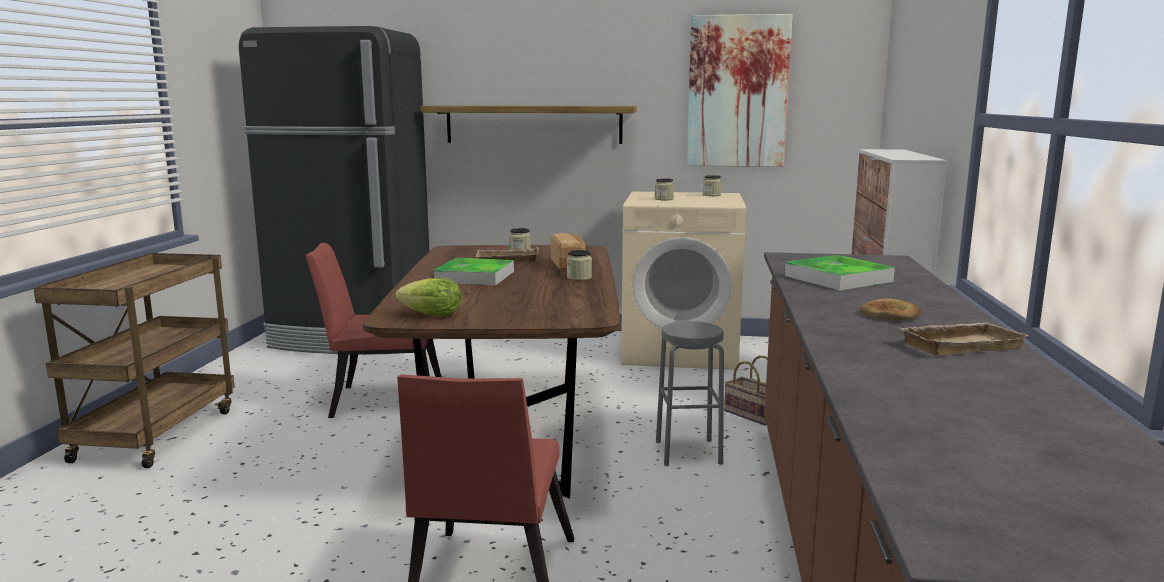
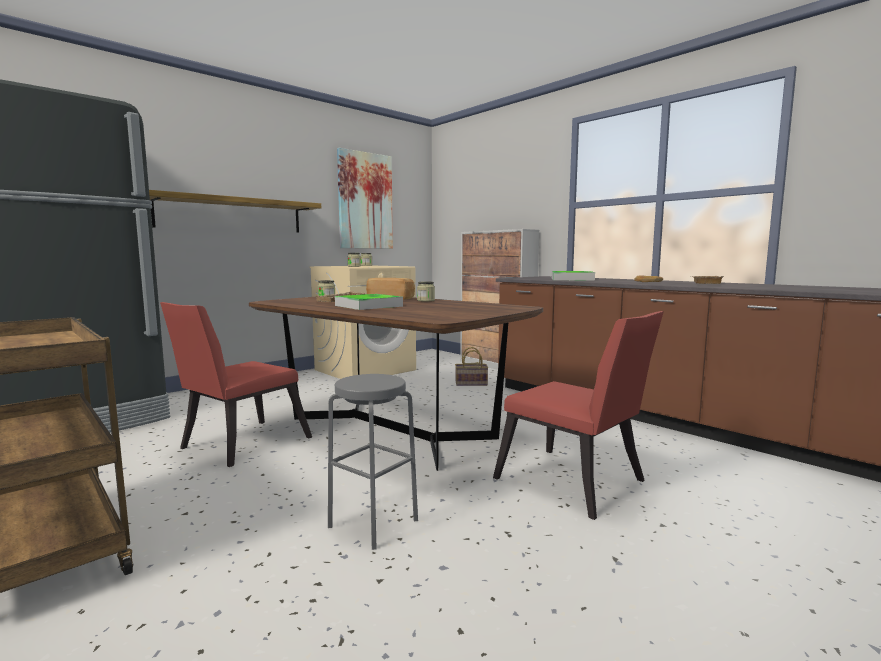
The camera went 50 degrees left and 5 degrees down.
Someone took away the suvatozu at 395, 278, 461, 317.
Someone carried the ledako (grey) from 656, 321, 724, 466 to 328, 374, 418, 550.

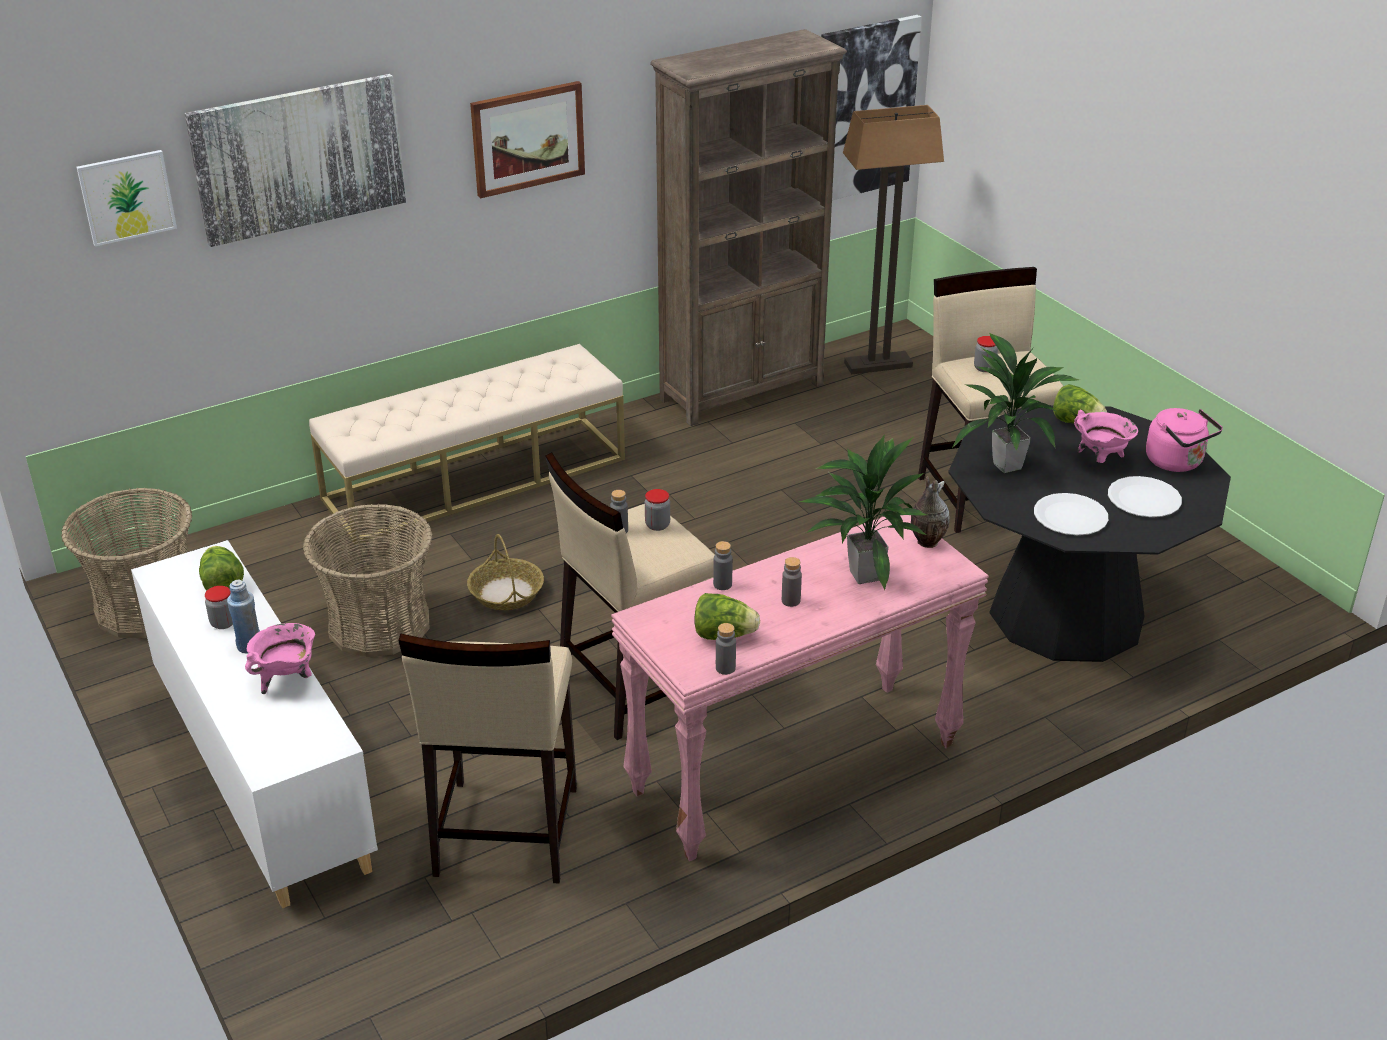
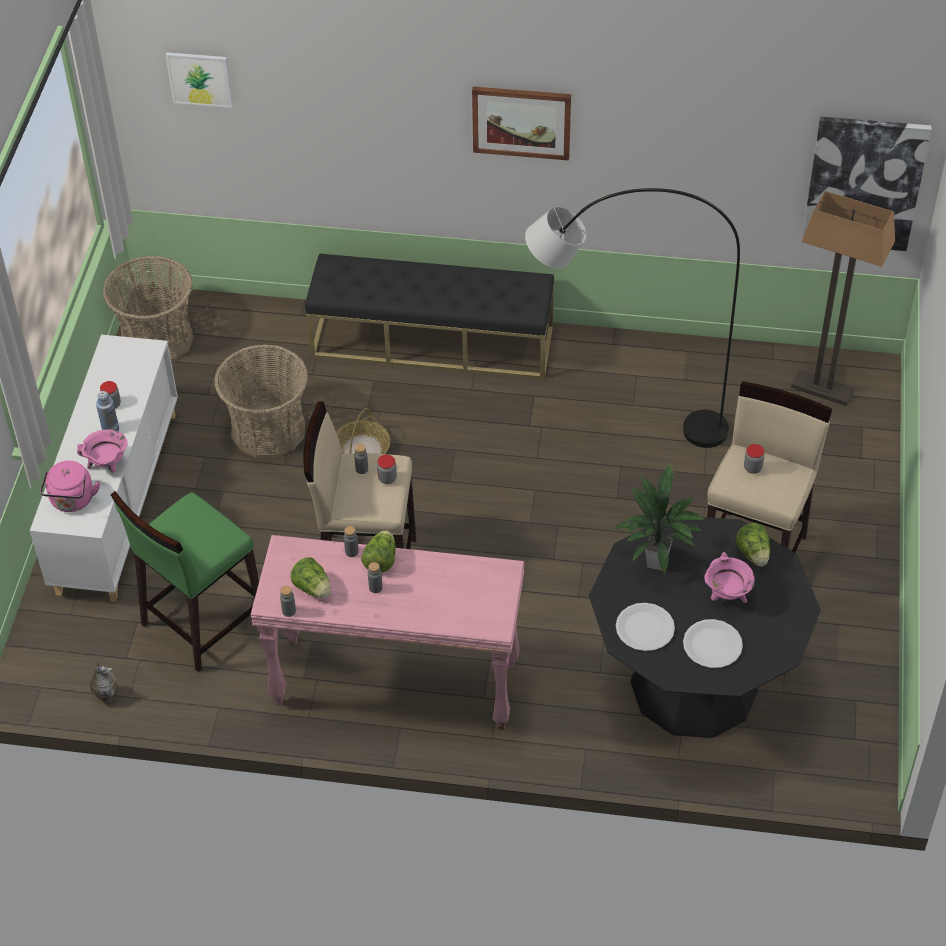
The camera went 40 degrees right and 15 degrees up.
Someone took away the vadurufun at 184, 74, 406, 247.
Someone carried the suvatozu from 199, 546, 244, 591 to 361, 530, 396, 573.
Someone repainted the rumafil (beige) at 309, 344, 625, 545, which became the rumafil (black) at 305, 253, 554, 379.
Someone repainted the ledako (beige) at 398, 633, 577, 884, which became the ledako (green) at 111, 491, 259, 672.
Someone took away the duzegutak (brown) at 650, 29, 847, 426.
Someone took away the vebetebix at 798, 435, 927, 591.
Someone carried the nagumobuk from 911, 476, 950, 548 to 90, 661, 118, 702.
Someone carried the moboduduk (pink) from 1146, 408, 1223, 472 to 40, 461, 100, 512.
Someone put down the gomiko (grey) at 525, 188, 740, 448.

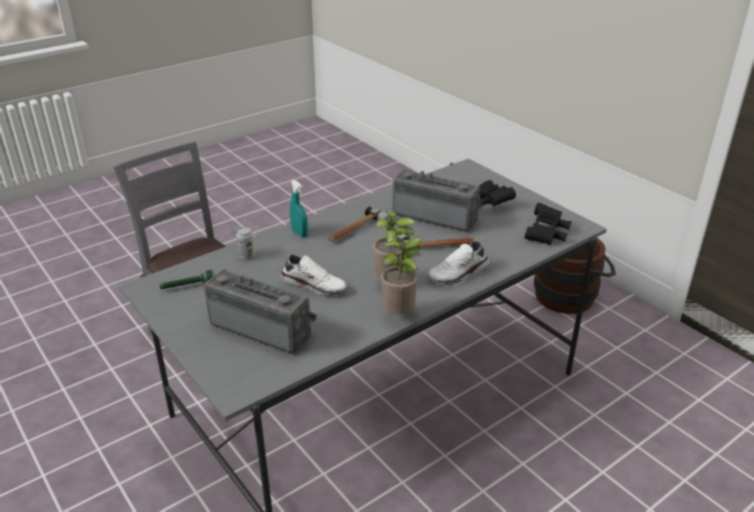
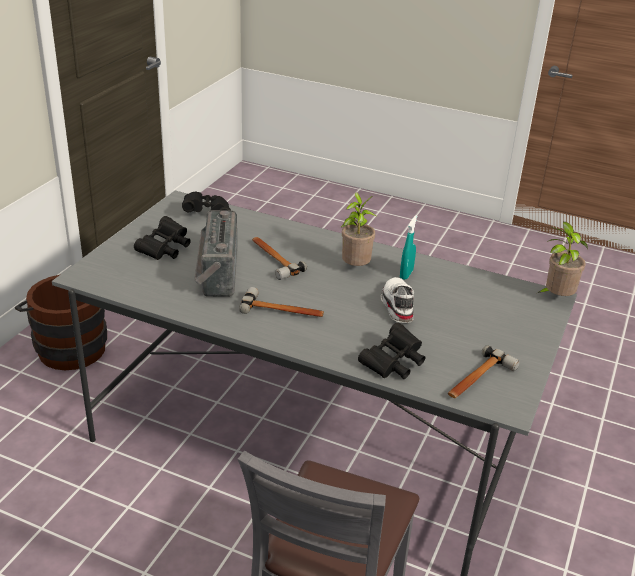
The camera went 120 degrees left and 0 degrees up.
Someone swapped the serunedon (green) at 160, 270, 214, 289 for the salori at 448, 345, 520, 398.
Someone took away the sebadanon at 204, 269, 317, 354.
Someone swapped the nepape at 236, 227, 255, 260 for the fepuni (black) at 358, 322, 425, 379.
Someone carried the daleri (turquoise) from 290, 180, 308, 238 to 400, 215, 417, 280.
Someone carried the vebetebix from 381, 237, 423, 314 to 537, 222, 588, 296.
Someone took away the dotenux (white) at 428, 241, 489, 286.

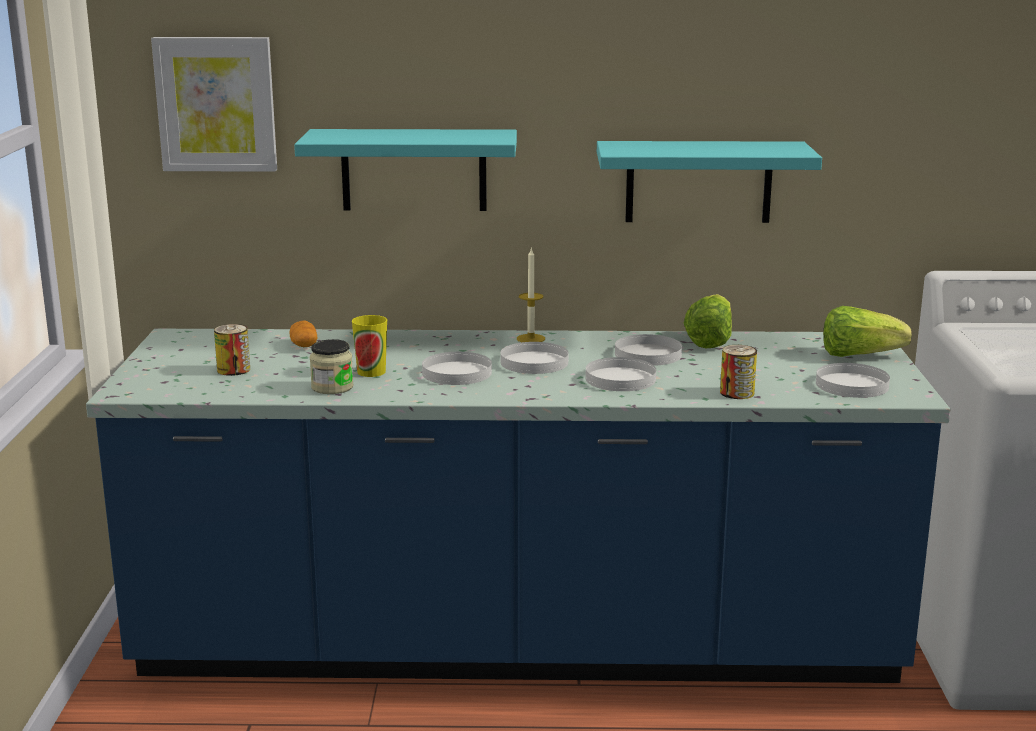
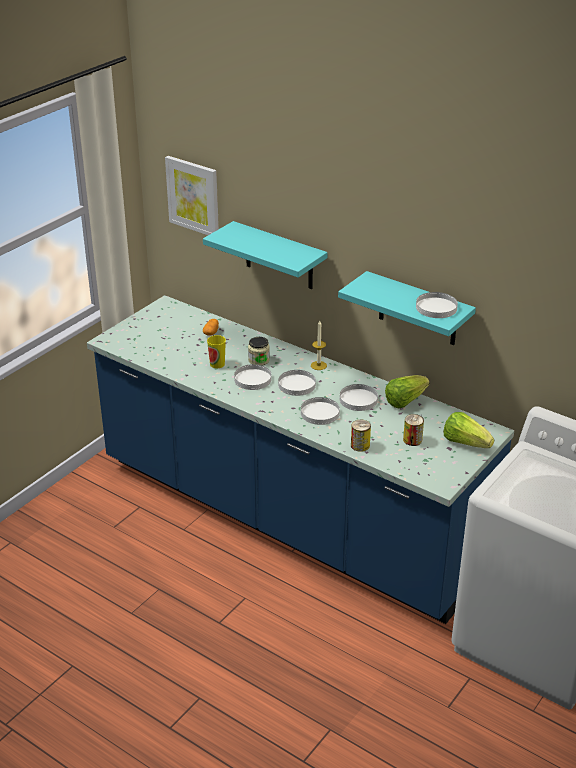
The camera went 35 degrees right and 15 degrees up.
Someone carried the nepape from 214, 324, 250, 376 to 403, 414, 424, 446.
Someone carried the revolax from 310, 339, 353, 394 to 248, 337, 270, 366.
Someone carried the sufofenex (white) from 816, 363, 890, 398 to 416, 292, 458, 318.

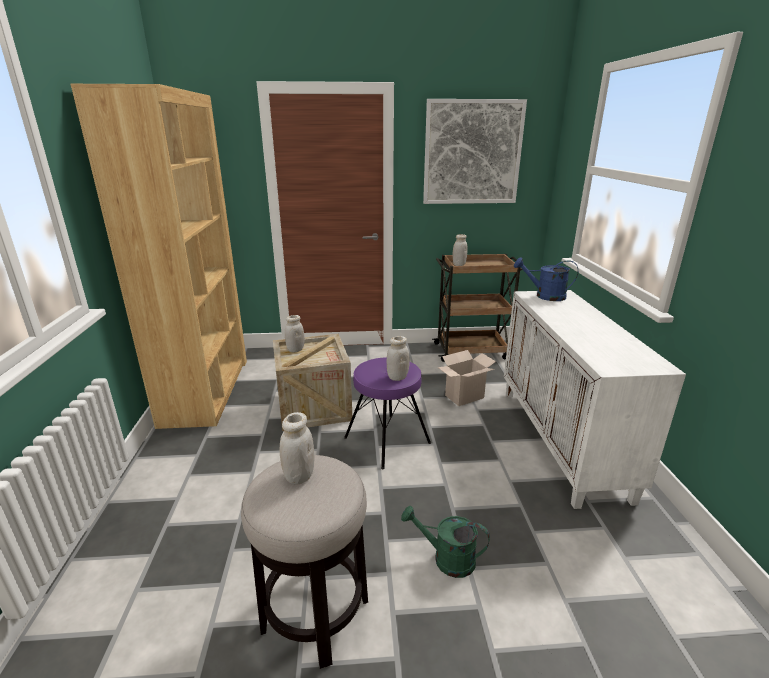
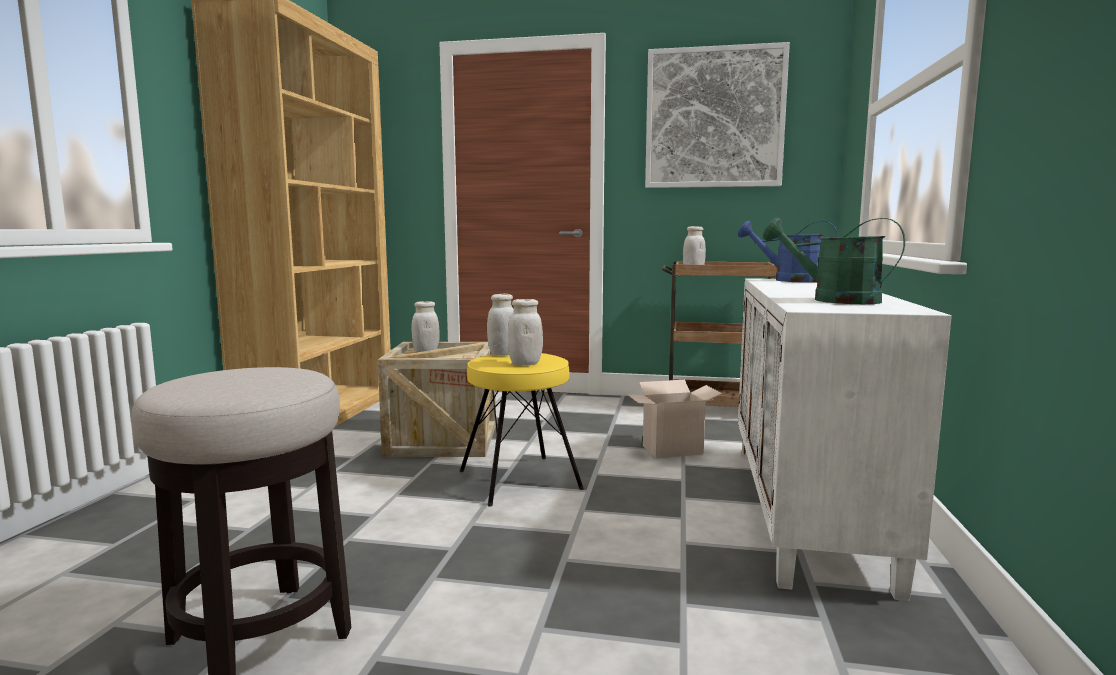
The camera went 15 degrees right and 15 degrees down.
Someone carried the revolax (white) from 280, 412, 315, 485 to 487, 294, 514, 356.
Someone repainted the ledako (purple) at 344, 357, 431, 470, which became the ledako (yellow) at 460, 353, 584, 507.
Someone carried the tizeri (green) from 401, 506, 490, 578 to 763, 217, 905, 304.

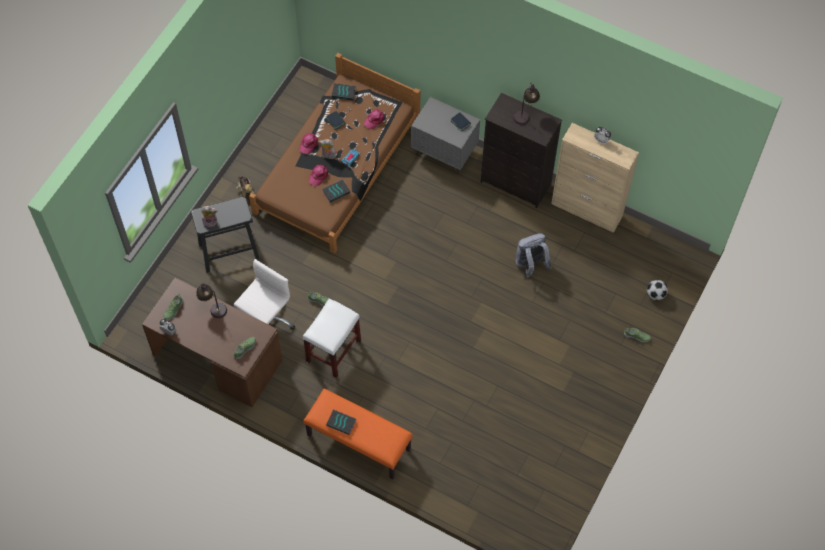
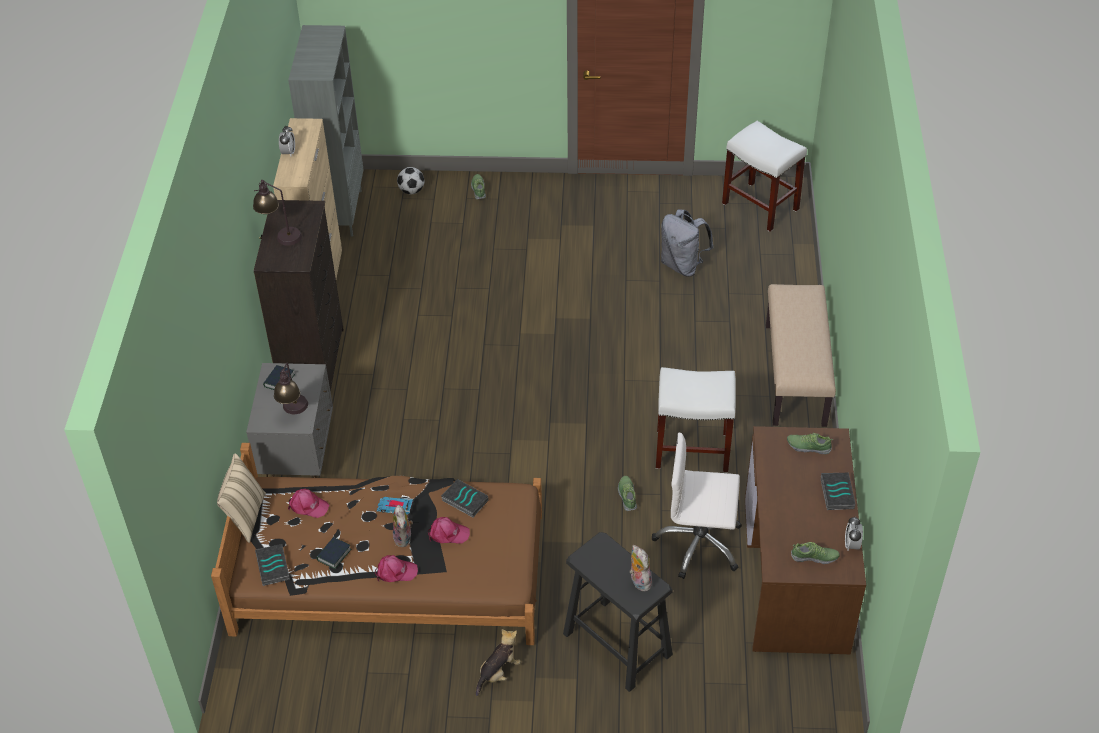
The camera went 115 degrees left and 15 degrees down.
Someone carried the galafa from 196, 283, 227, 318 to 274, 363, 308, 414.
Someone repainted the rumafil (orange) at 303, 388, 413, 480, which became the rumafil (beige) at 766, 284, 836, 427.
Someone carried the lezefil from 326, 409, 357, 435 to 820, 473, 856, 510.
Someone carried the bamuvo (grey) from 516, 233, 552, 278 to 661, 209, 714, 277.
Someone put down the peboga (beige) at 217, 453, 266, 543.
Someone put down the duzegutak (grey) at 288, 25, 364, 237.
Someone put down the ledako (white) at 722, 121, 807, 232.

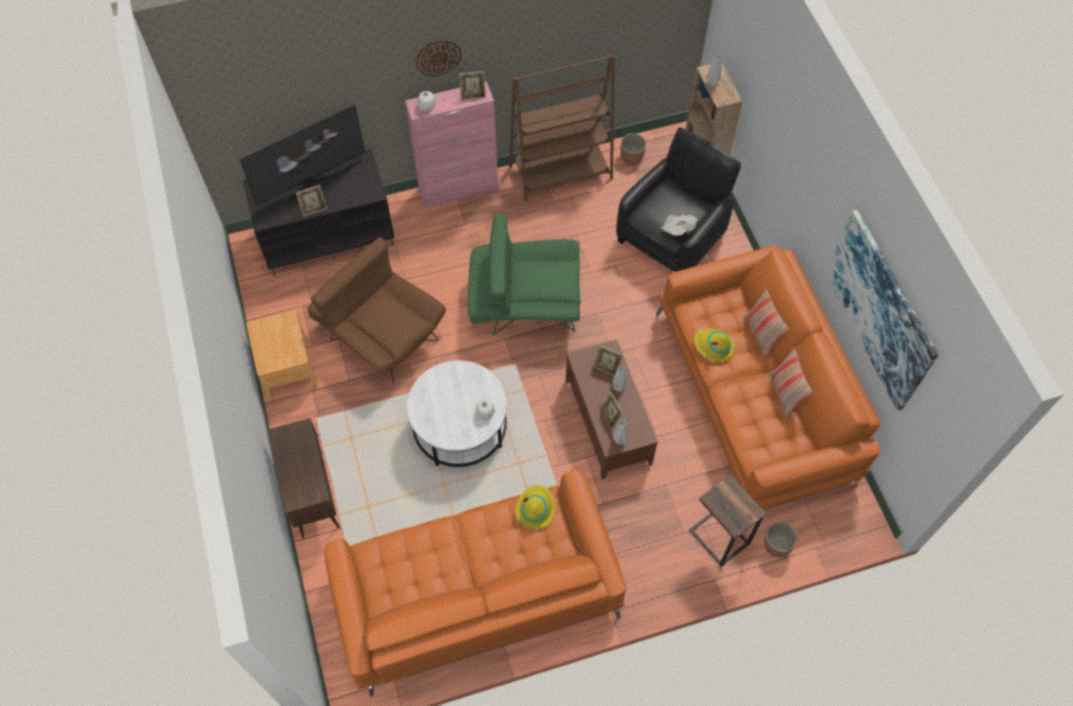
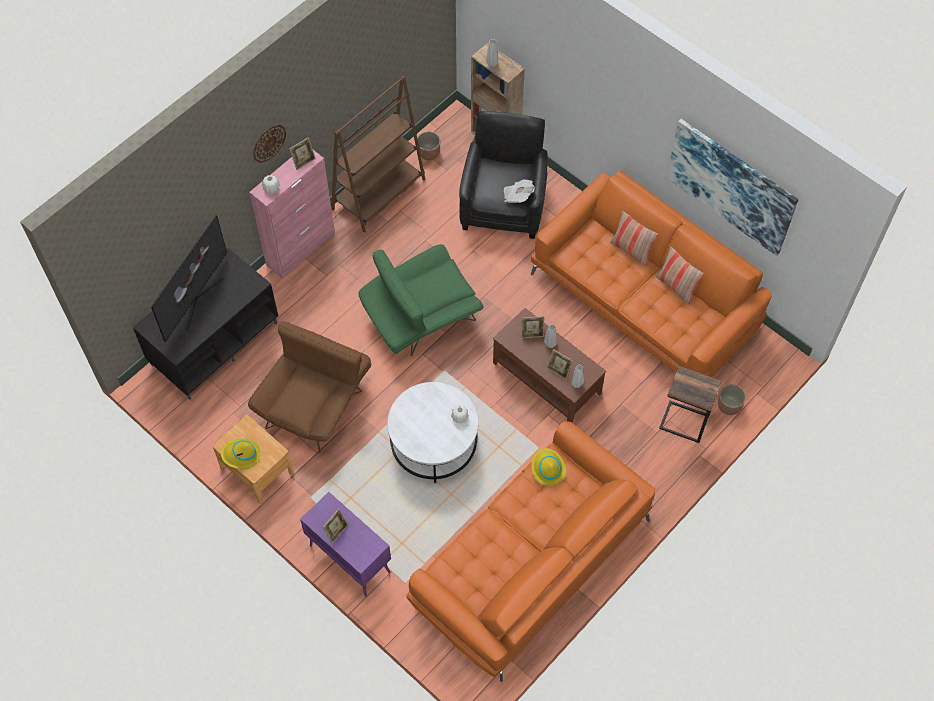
The camera went 30 degrees left and 0 degrees up.
Someone repainted the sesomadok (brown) at 267, 418, 340, 539, which became the sesomadok (purple) at 300, 492, 391, 597.
Someone carried the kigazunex from 296, 185, 327, 216 to 323, 509, 348, 544.
Someone rotated the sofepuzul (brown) at 307, 237, 446, 384 by 105 degrees clockwise.
Someone carried the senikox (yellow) from 694, 328, 735, 363 to 221, 438, 261, 470.

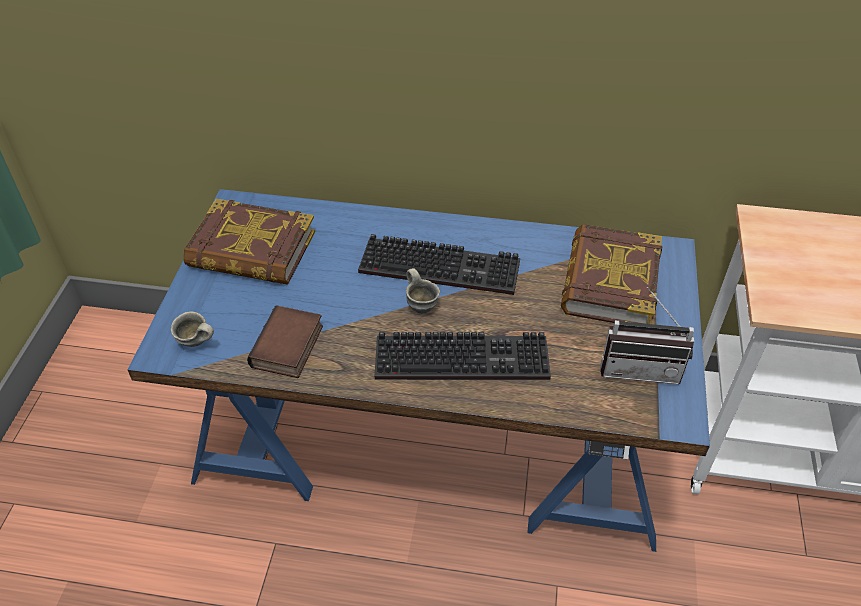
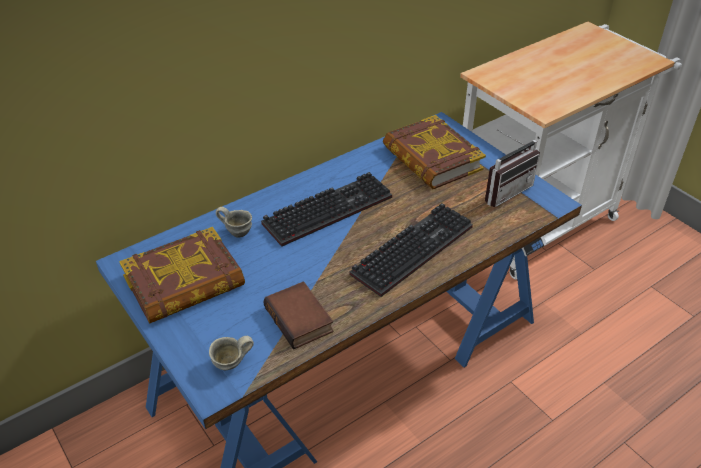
The camera went 45 degrees left and 5 degrees down.
Someone carried the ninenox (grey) from 406, 268, 440, 314 to 216, 207, 252, 238.

